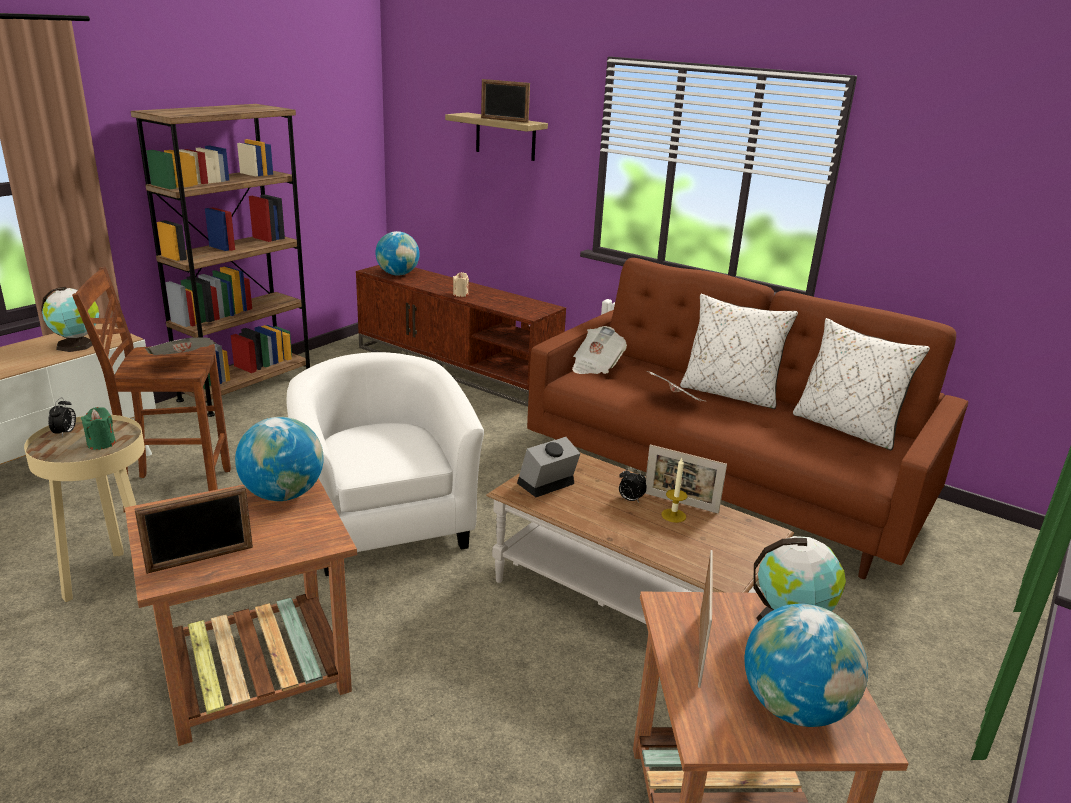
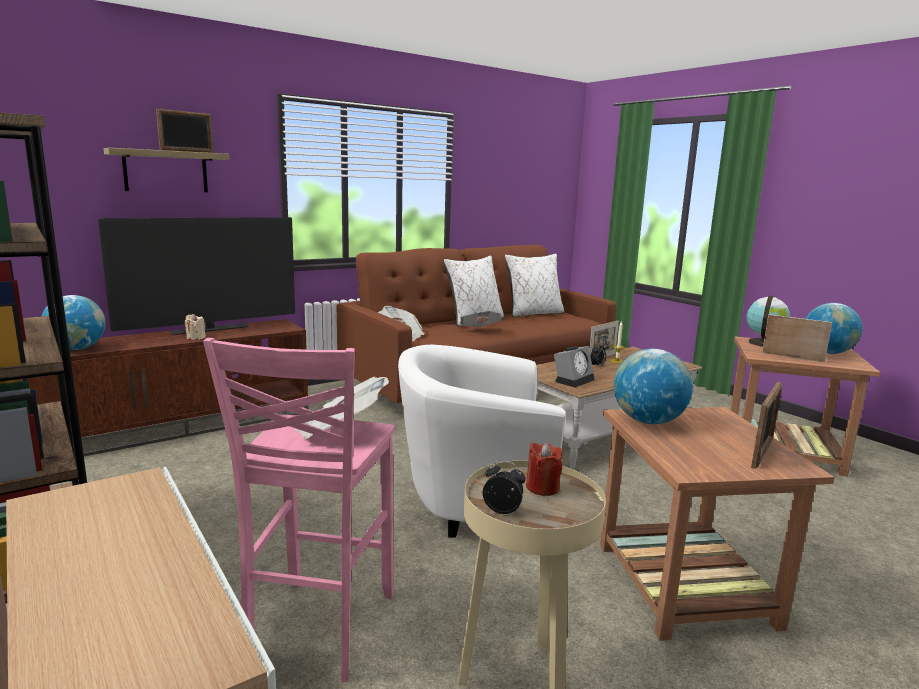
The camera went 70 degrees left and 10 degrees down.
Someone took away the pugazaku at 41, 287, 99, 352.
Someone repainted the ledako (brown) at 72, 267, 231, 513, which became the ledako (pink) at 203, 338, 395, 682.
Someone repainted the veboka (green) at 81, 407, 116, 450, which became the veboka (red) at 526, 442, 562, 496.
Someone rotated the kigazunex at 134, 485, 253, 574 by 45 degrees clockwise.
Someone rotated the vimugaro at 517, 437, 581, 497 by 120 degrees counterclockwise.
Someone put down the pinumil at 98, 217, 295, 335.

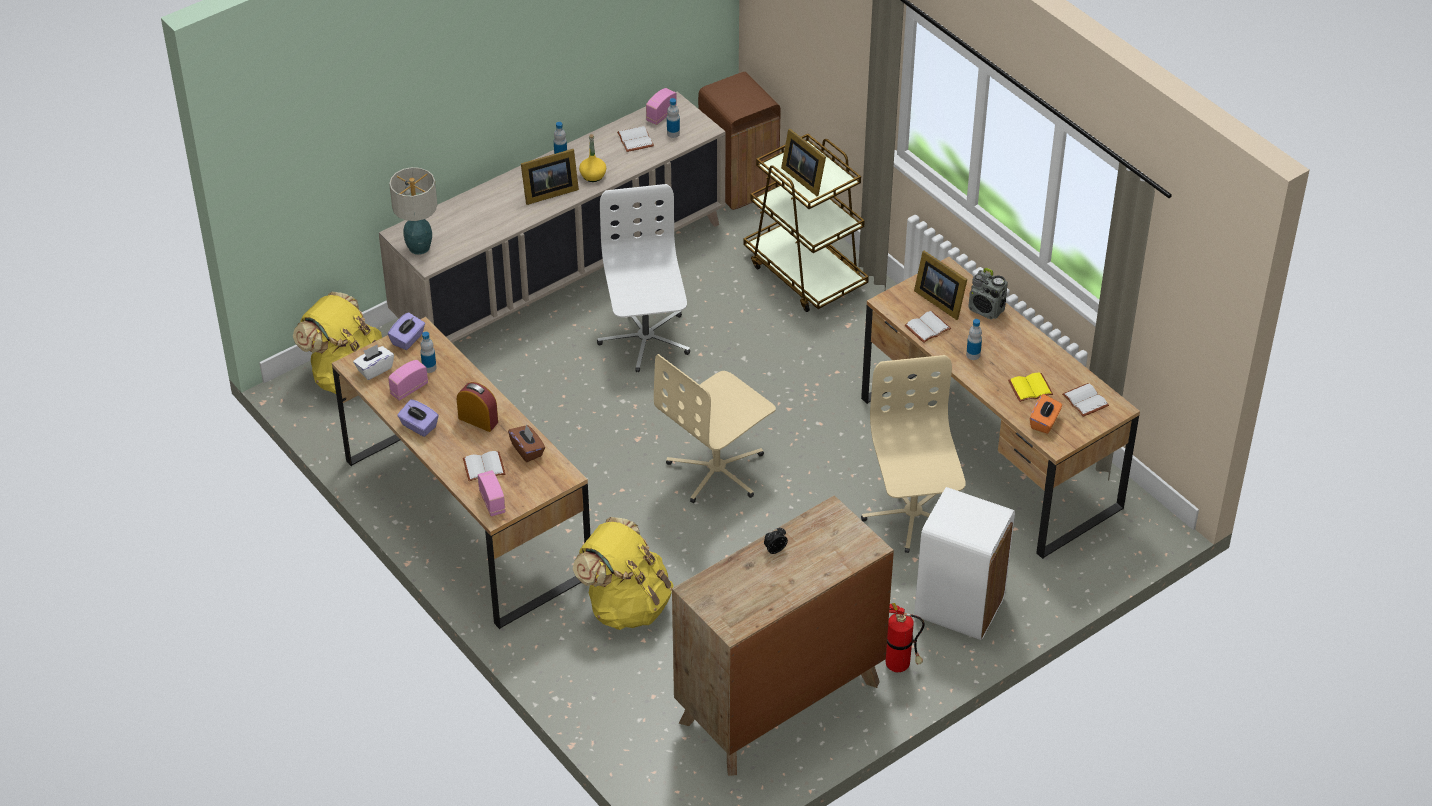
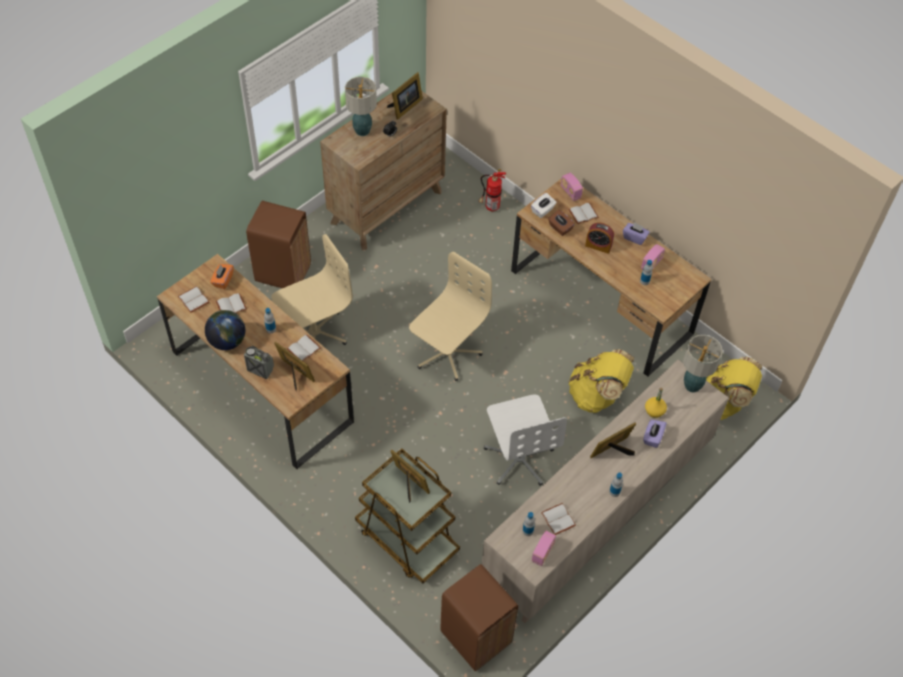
The camera went 170 degrees right and 10 degrees up.
Someone carried the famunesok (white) from 353, 345, 394, 380 to 531, 193, 556, 218.
Someone carried the famunesok (purple) from 388, 312, 425, 350 to 643, 419, 667, 448.
Someone carried the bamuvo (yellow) from 572, 517, 674, 630 to 569, 349, 634, 413.
Someone carried the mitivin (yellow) from 579, 134, 606, 182 to 645, 388, 667, 418.
Someone rotated the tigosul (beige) at 861, 355, 966, 553 by 105 degrees counterclockwise.
Someone carried the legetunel from 886, 603, 925, 673 to 478, 169, 506, 211.
Someone repainted the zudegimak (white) at 914, 487, 1015, 640, which became the zudegimak (brown) at 246, 201, 311, 288.
Someone repainted the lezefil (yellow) at 1008, 373, 1053, 402, which became the lezefil (white) at 216, 293, 247, 314.
Someone put down the pugazaku at 205, 310, 245, 350.
Someone put down the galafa at 345, 77, 377, 136.
Someone put down the kigazunex at 387, 72, 423, 120.

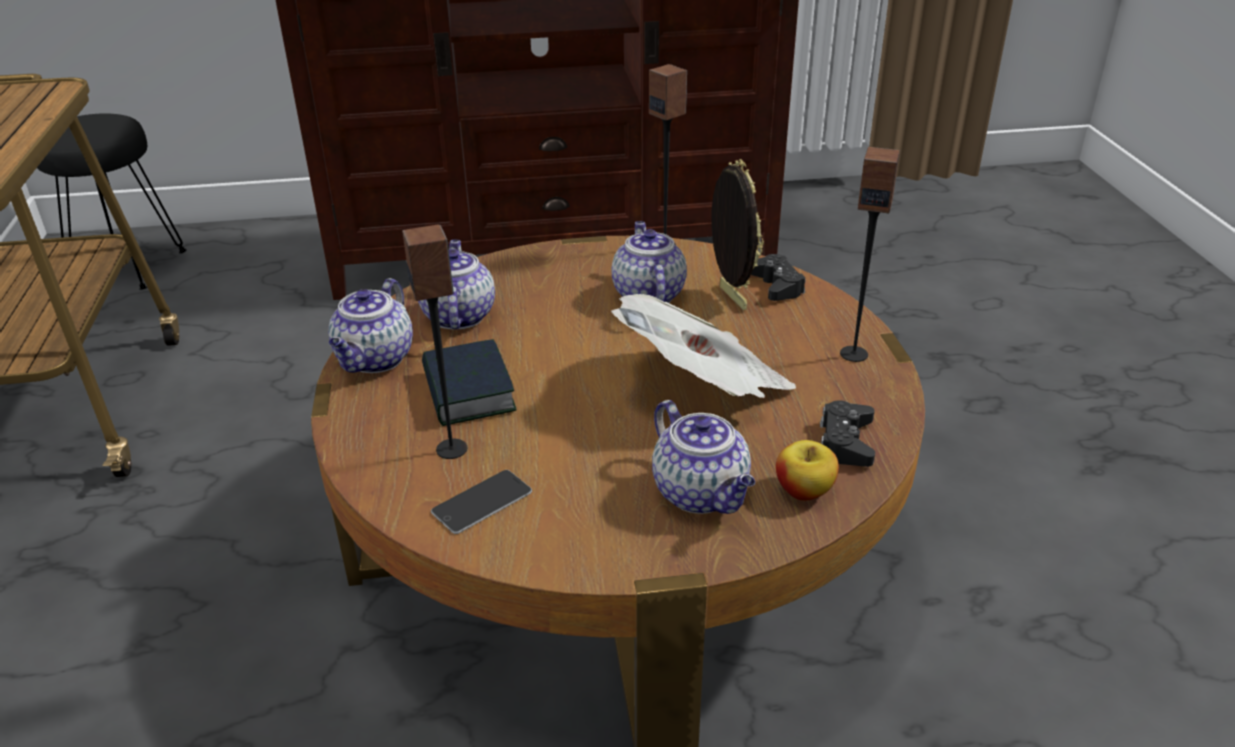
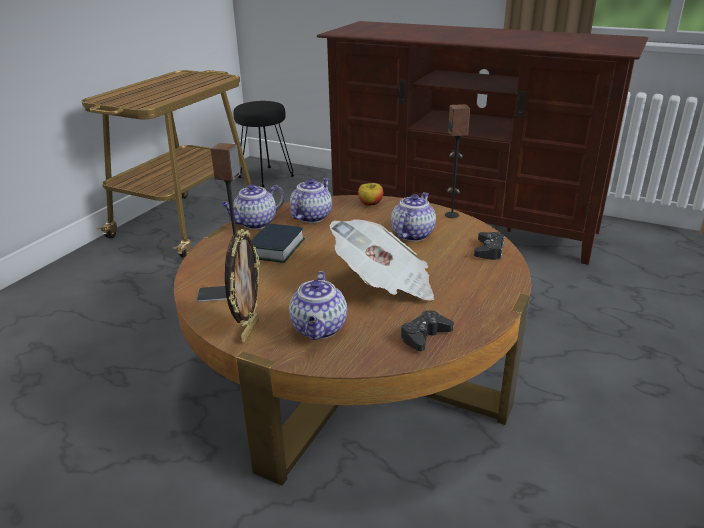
The camera went 35 degrees right and 5 degrees down.
Someone carried the kigazunex from 711, 159, 764, 310 to 225, 229, 260, 342.
Someone carried the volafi from 776, 440, 839, 501 to 358, 183, 383, 206.
Someone took away the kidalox at 840, 147, 900, 362.

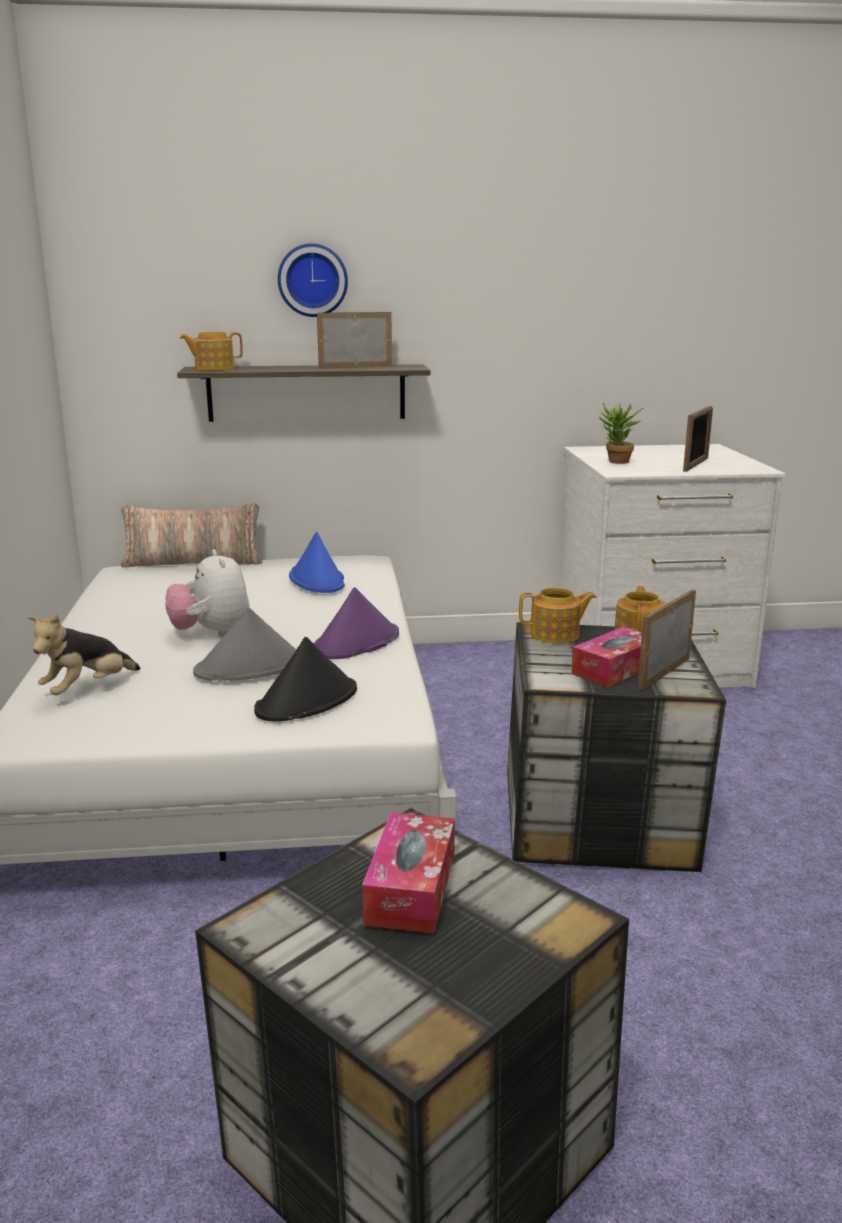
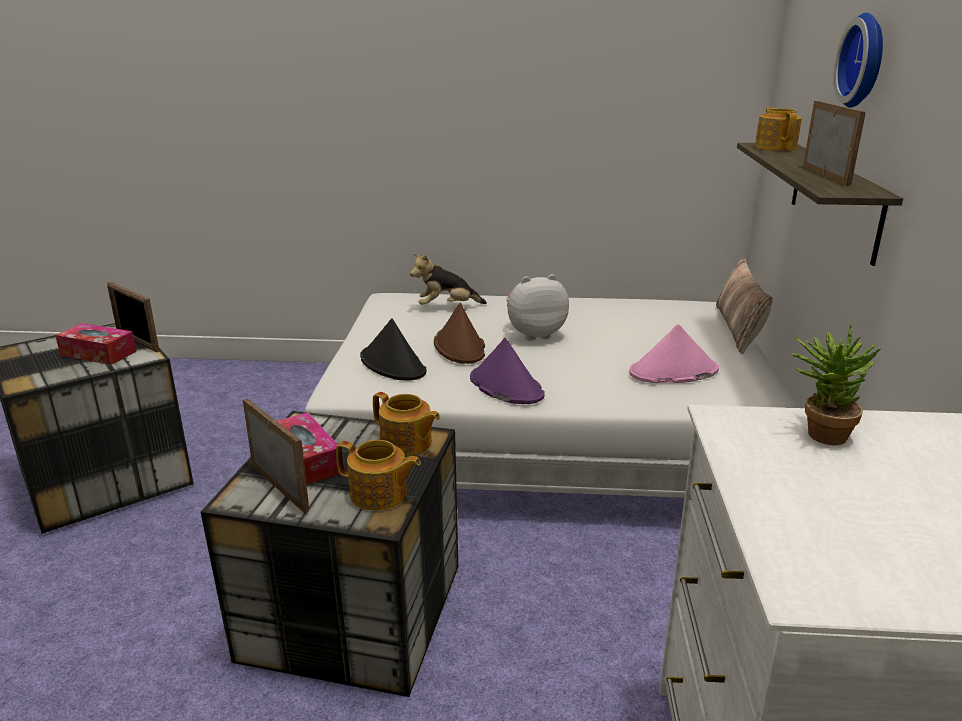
The camera went 100 degrees right and 5 degrees up.
Someone rotated the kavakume at 28, 614, 141, 695 by 60 degrees counterclockwise.
Someone repainted the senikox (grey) at 193, 608, 296, 681, which became the senikox (brown) at 434, 302, 485, 364.
Someone repainted the senikox (blue) at 289, 532, 345, 593, which became the senikox (pink) at 629, 324, 719, 383.
Someone rotated the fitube at 519, 588, 597, 643 by 60 degrees counterclockwise.
Someone carried the kigazunex from 683, 406, 713, 472 to 107, 282, 160, 353.

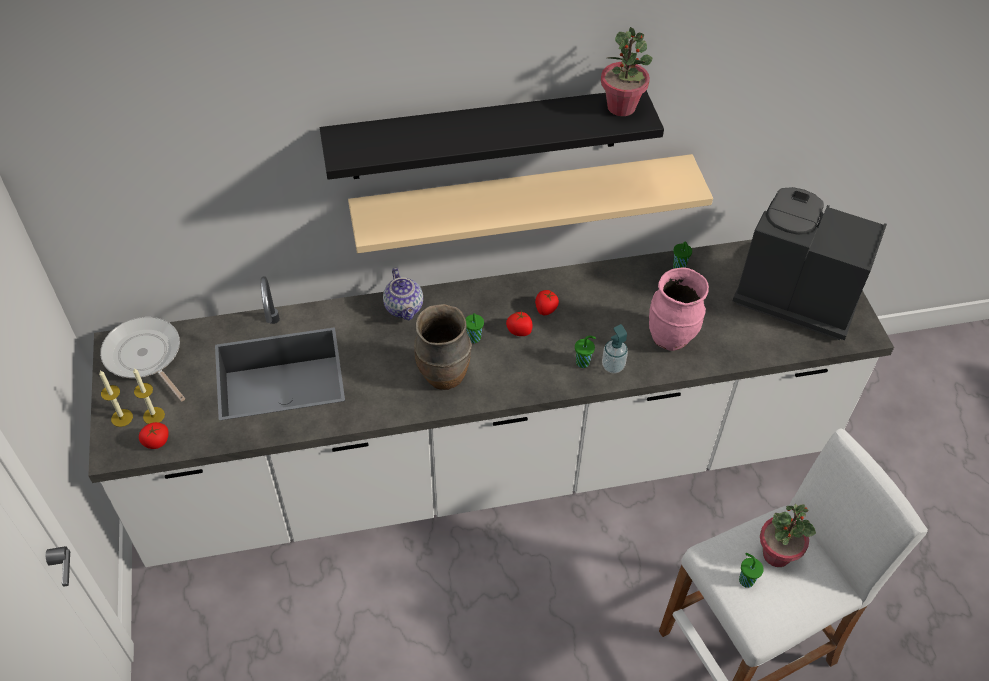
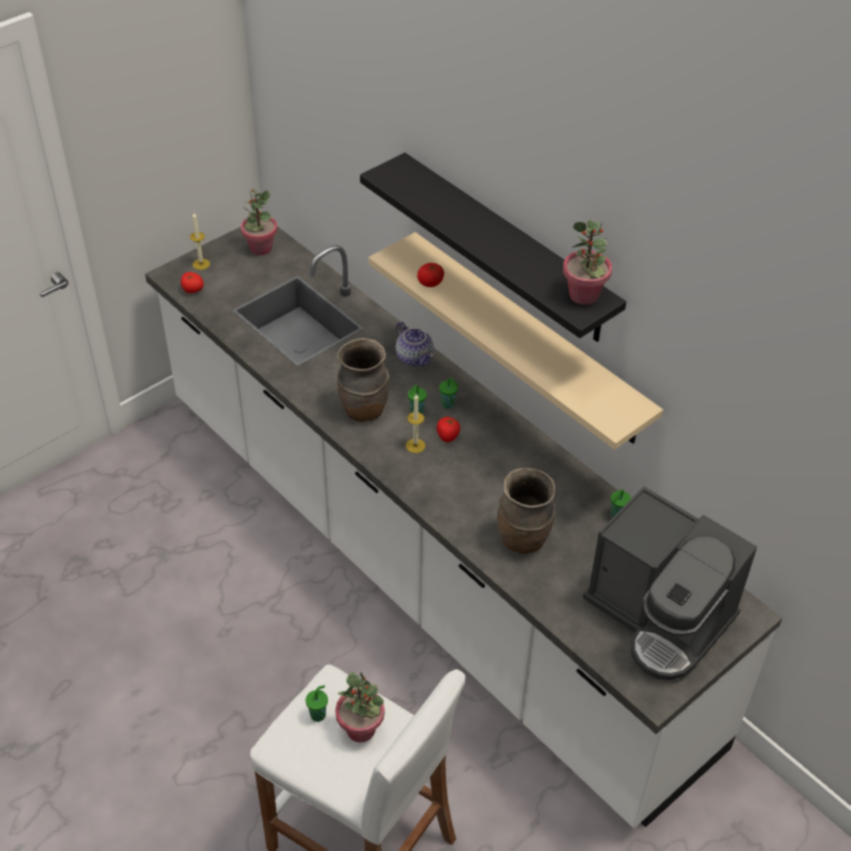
The camera went 60 degrees right and 5 degrees down.
Someone swapped the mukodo at 100, 317, 185, 402 for the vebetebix at 241, 189, 277, 255.
Someone carried the veboka from 133, 368, 165, 424 to 406, 394, 425, 453.
Someone rotated the fitube at 383, 268, 423, 320 by 75 degrees counterclockwise.
Someone carried the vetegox from 535, 290, 559, 315 to 417, 263, 444, 287.
Someone carried the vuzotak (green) from 575, 336, 596, 368 to 439, 378, 459, 409.
Someone took away the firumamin at 602, 324, 628, 373.
Someone repainted the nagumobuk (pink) at 649, 268, 709, 351, which became the nagumobuk (brown) at 497, 468, 555, 554.
Someone rotated the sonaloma at 733, 187, 887, 340 by 135 degrees clockwise.

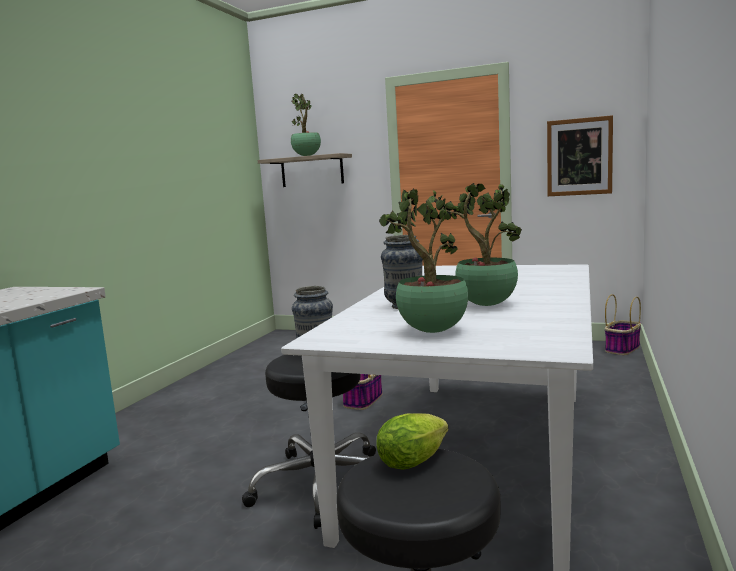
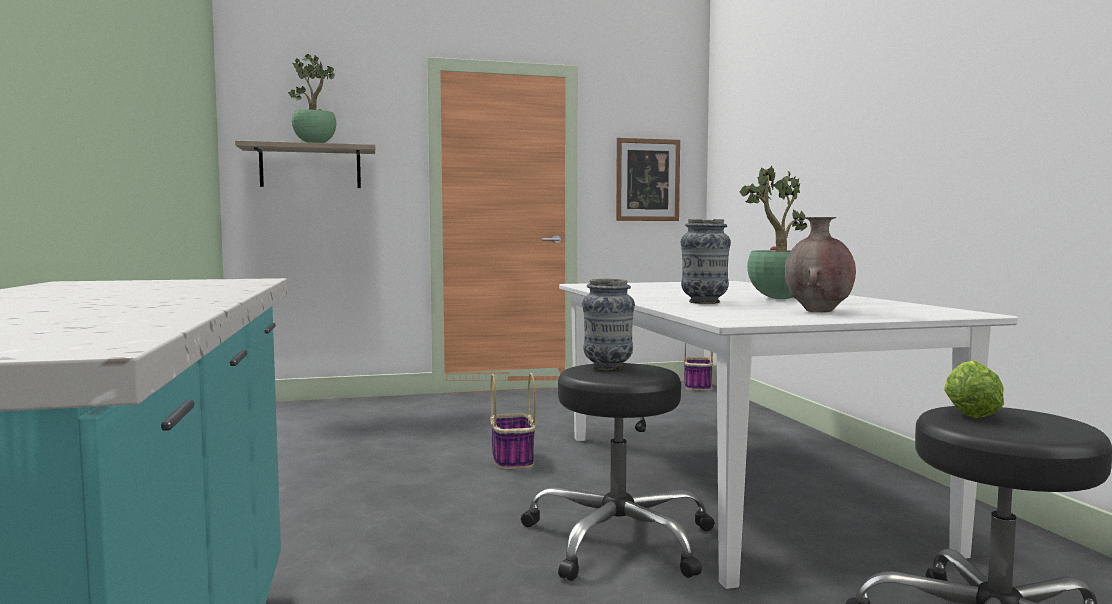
The camera went 35 degrees left and 5 degrees down.
Someone swapped the vebetebix at 379, 188, 468, 333 for the nagumobuk (brown) at 785, 217, 856, 312.

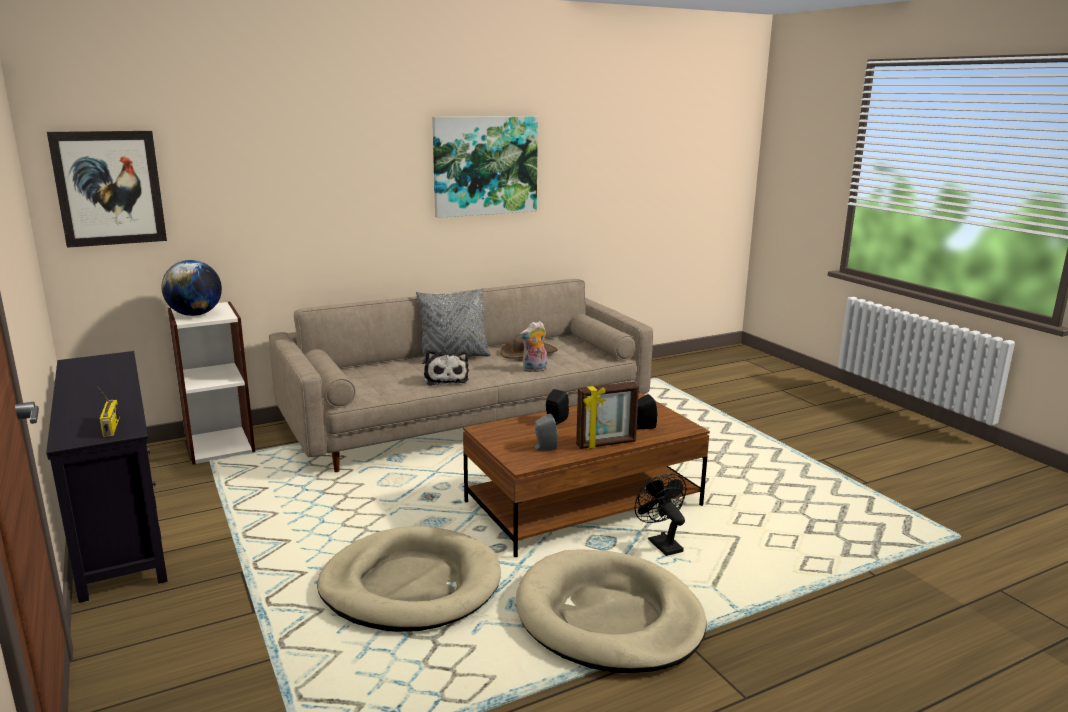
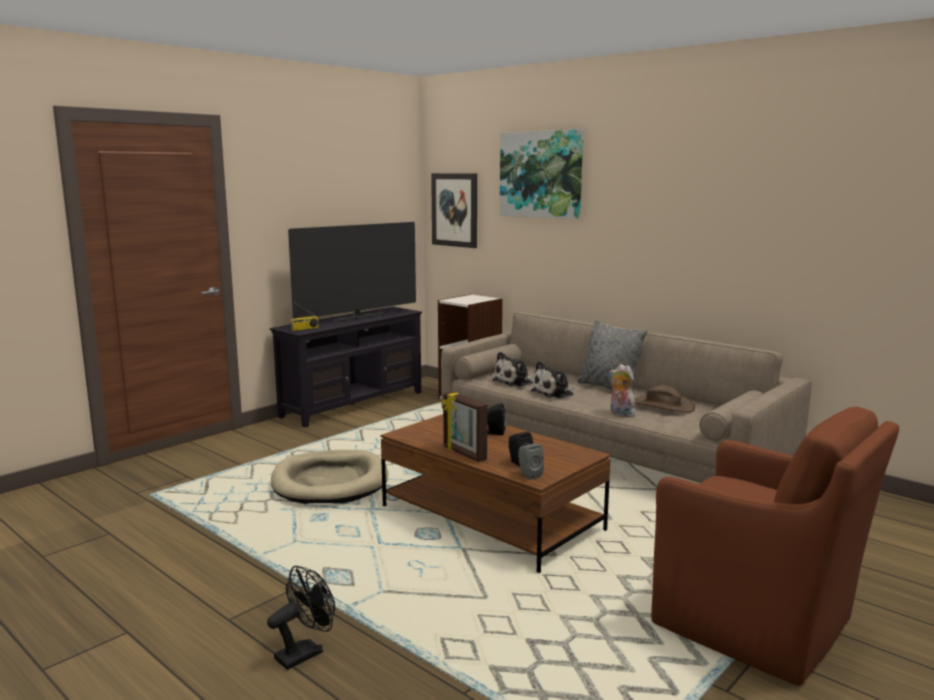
The camera went 70 degrees right and 5 degrees down.
Someone took away the pugazaku at 161, 260, 222, 316.
Someone carried the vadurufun from 432, 116, 538, 218 to 500, 129, 583, 220.
Someone took away the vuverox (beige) at 516, 549, 707, 673.
Someone carried the kidalox (grey) from 533, 413, 558, 451 to 518, 443, 544, 480.
Someone carried the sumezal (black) from 635, 474, 687, 556 to 267, 566, 335, 670.
Someone put down the pinumil at 288, 222, 416, 322.
Someone put down the kavakume at 492, 352, 533, 387.
Someone put down the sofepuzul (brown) at 651, 407, 899, 686.

